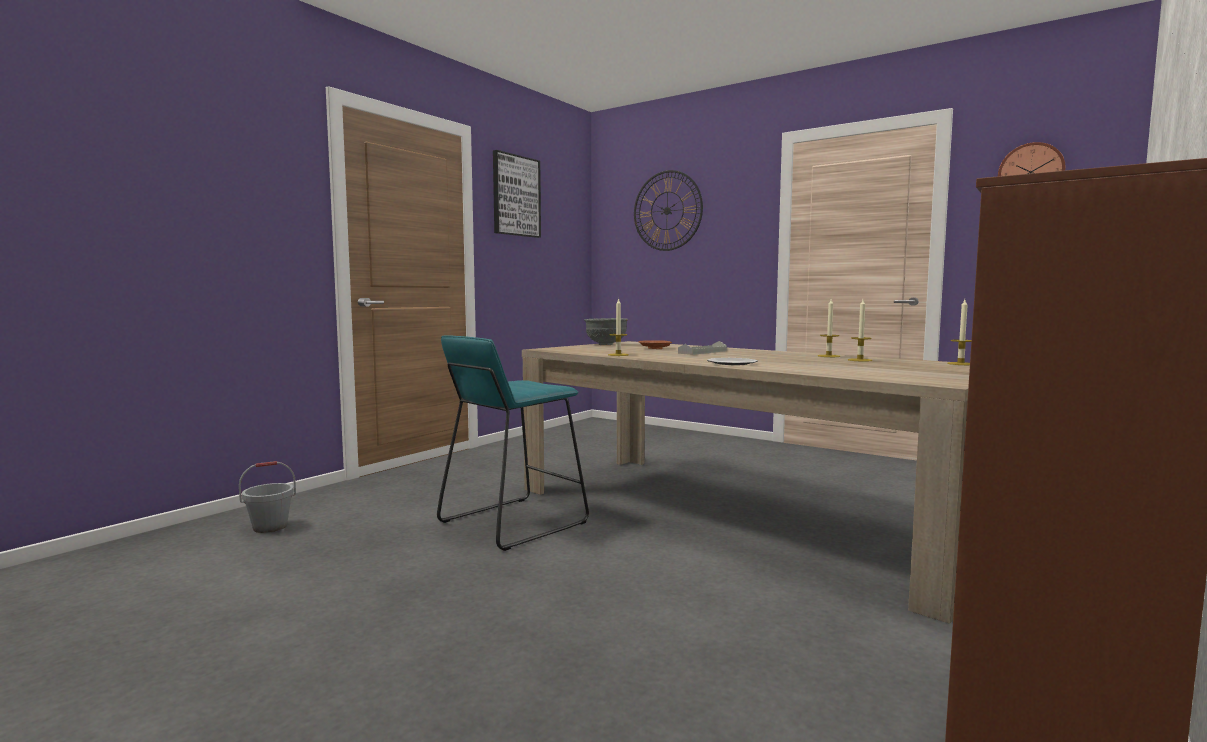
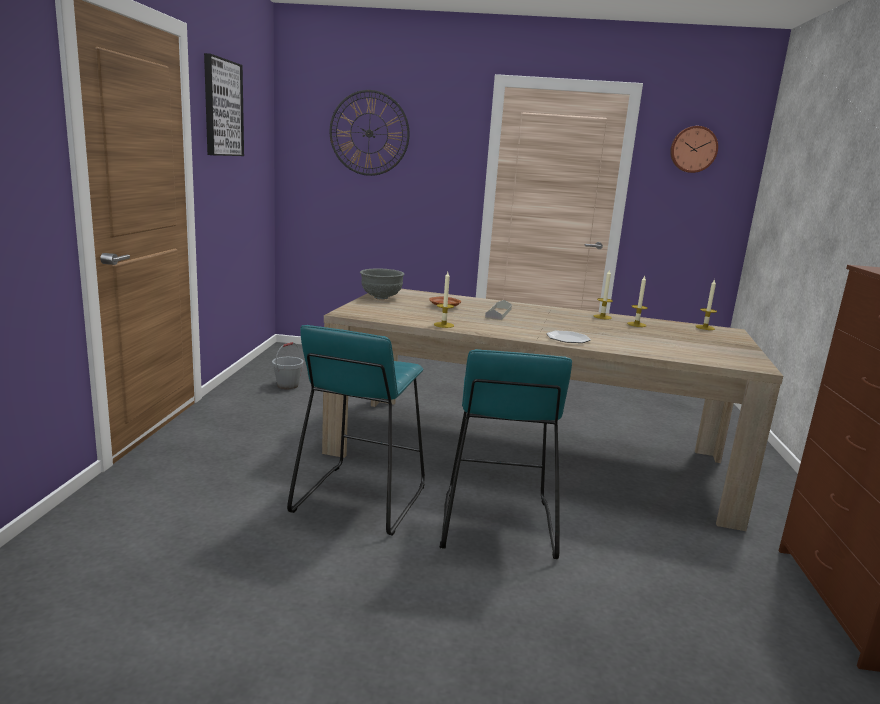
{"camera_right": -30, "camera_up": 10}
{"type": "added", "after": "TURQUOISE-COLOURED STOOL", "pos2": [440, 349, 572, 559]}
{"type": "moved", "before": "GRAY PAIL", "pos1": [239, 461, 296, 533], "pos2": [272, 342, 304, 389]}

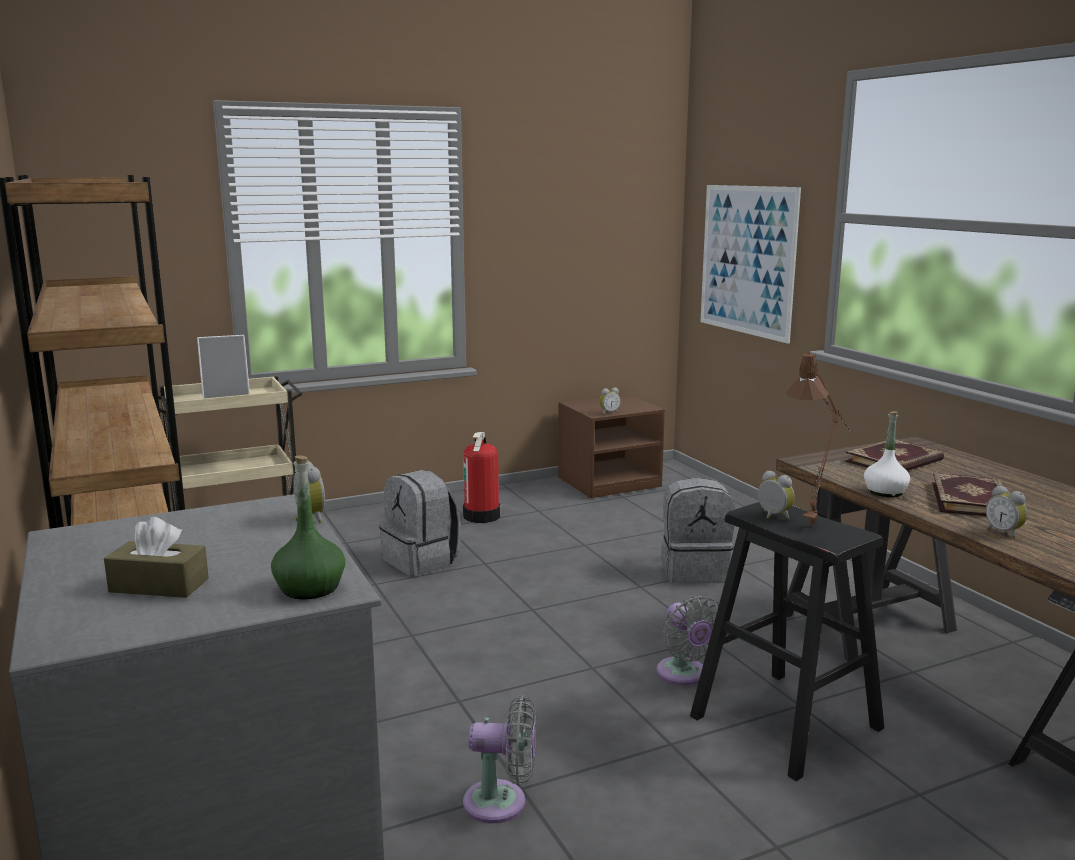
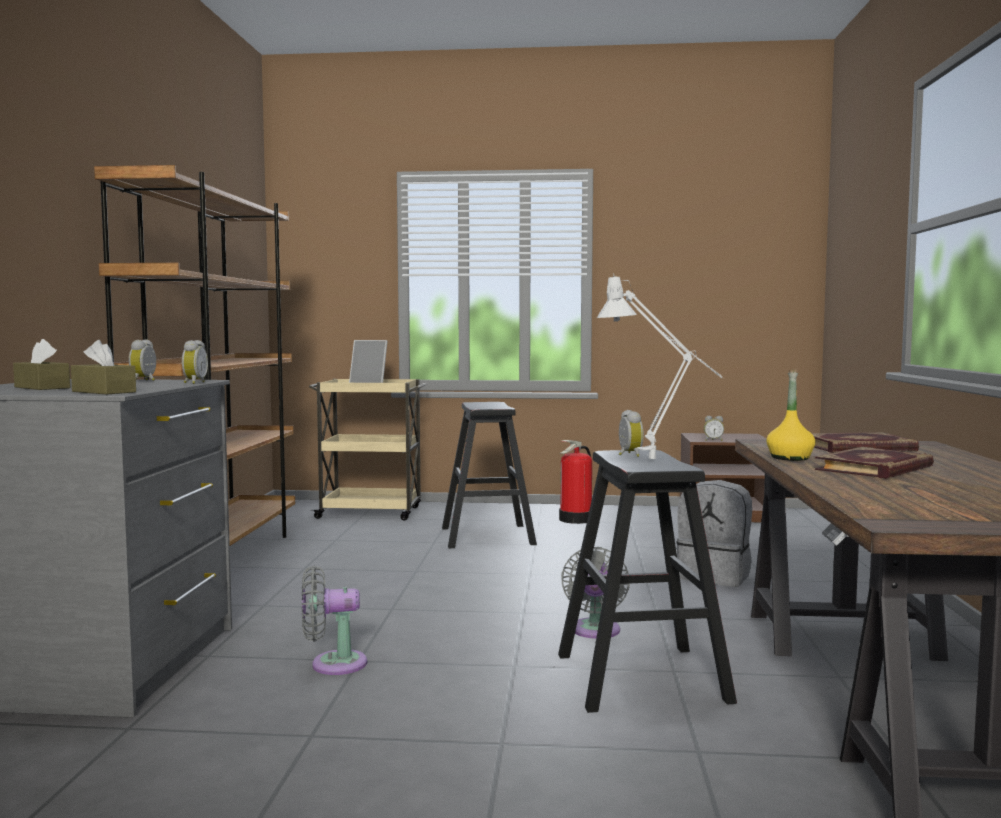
{"camera_right": 30, "camera_up": -10}
{"type": "removed", "before": "WALL ART", "pos1": [700, 185, 801, 344]}
{"type": "moved", "before": "ALARM CLOCK", "pos1": [986, 485, 1027, 539], "pos2": [129, 340, 156, 381]}
{"type": "replaced", "before": "GREEN-COLOURED BOTTLE", "after": "BROWNISH TISSUE HOLDER", "pos1": [271, 455, 346, 599], "pos2": [71, 340, 136, 394]}
{"type": "replaced", "before": "GRAY BACKPACK", "after": "BLACK-COLOURED STOOL", "pos1": [379, 470, 461, 577], "pos2": [442, 402, 537, 548]}
{"type": "recoloured", "before": "BROWNISH TABLETOP LAMP", "after": "GRAY TABLETOP LAMP", "pos1": [786, 353, 851, 524], "pos2": [597, 277, 723, 459]}
{"type": "recoloured", "before": "WHITISH BOTTLE", "after": "YELLOWISH BOTTLE", "pos1": [864, 411, 910, 497], "pos2": [766, 369, 816, 461]}
{"type": "turned", "before": "GRAY FAN", "pos1": [463, 695, 536, 823], "pos2": [302, 566, 367, 675], "turn": 135}

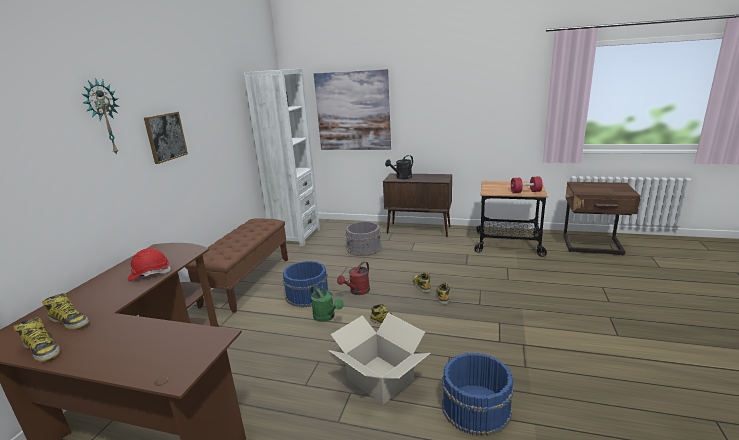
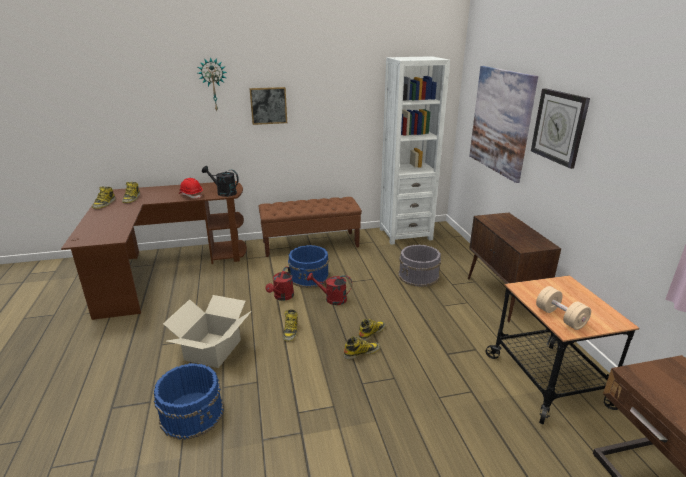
{"camera_right": 60, "camera_up": 5}
{"type": "added", "after": "WALL CLOCK", "pos2": [531, 88, 590, 169]}
{"type": "moved", "before": "BLACK-COLOURED WATERING CAN", "pos1": [385, 155, 413, 179], "pos2": [202, 166, 239, 197]}
{"type": "recoloured", "before": "GREEN-COLOURED WATERING CAN", "after": "REDDISH WATERING CAN", "pos1": [310, 286, 343, 322], "pos2": [266, 266, 294, 301]}
{"type": "recoloured", "before": "REDDISH HAND WEIGHT", "after": "BEIGE-COLOURED HAND WEIGHT", "pos1": [511, 176, 543, 193], "pos2": [536, 286, 591, 330]}

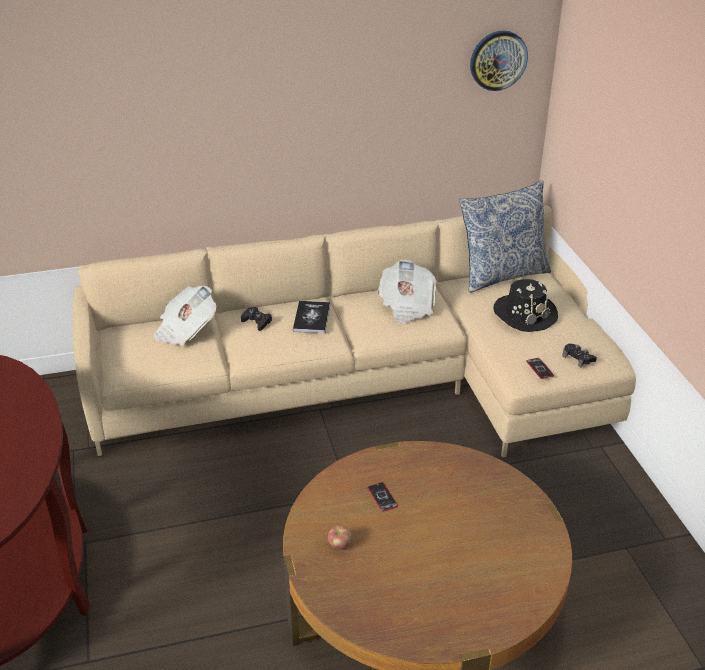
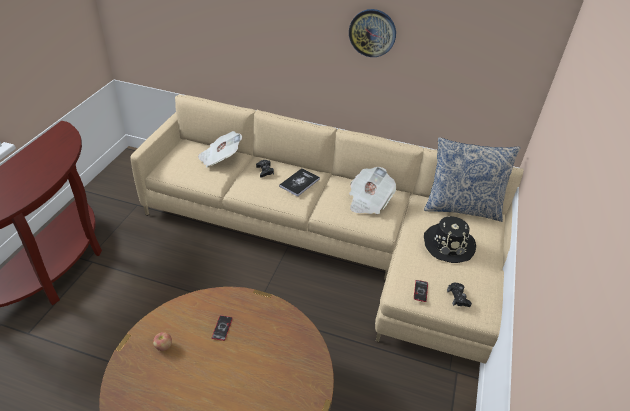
{"camera_right": 30, "camera_up": 5}
{"type": "moved", "before": "WALL CLOCK", "pos1": [470, 31, 528, 91], "pos2": [349, 9, 396, 57]}

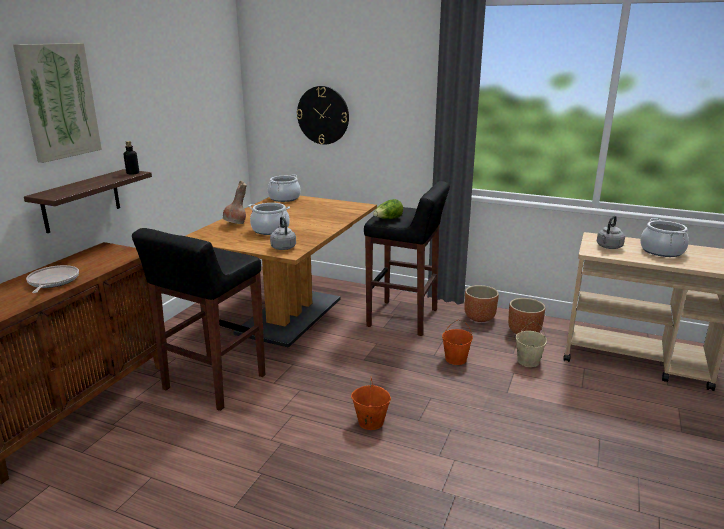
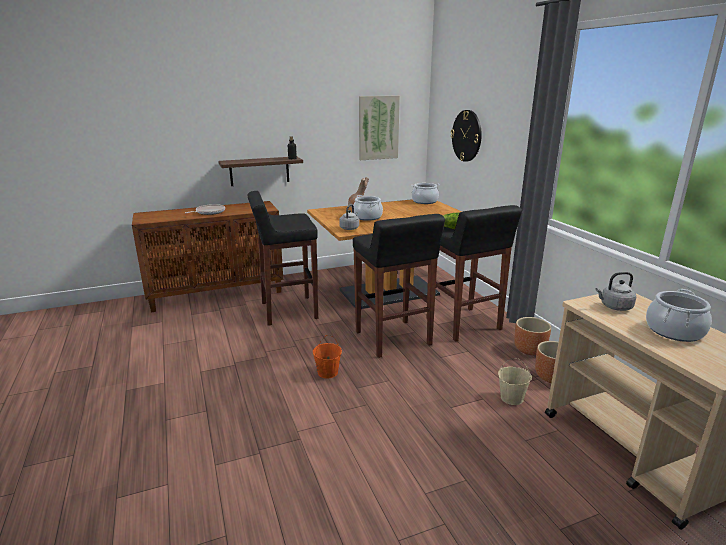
{"camera_right": 45, "camera_up": 0}
{"type": "removed", "before": "ORANGE-COLOURED PAIL", "pos1": [442, 320, 473, 365]}
{"type": "added", "after": "BLACK-COLOURED STOOL", "pos2": [353, 214, 445, 358]}
{"type": "moved", "before": "WALL ART", "pos1": [13, 43, 102, 163], "pos2": [359, 96, 400, 160]}

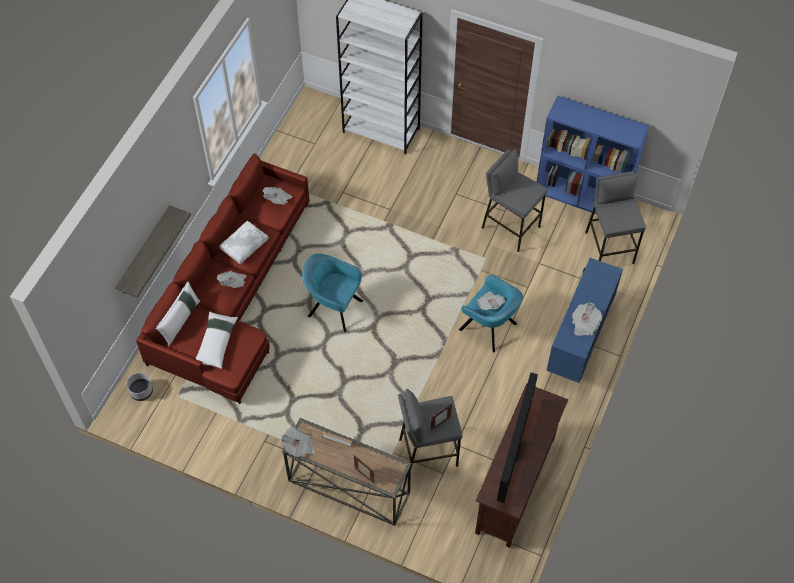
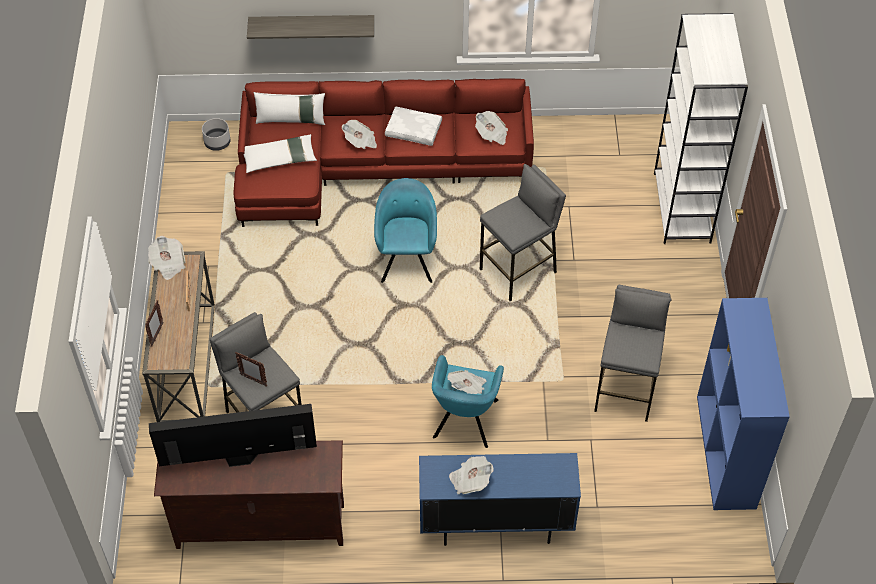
{"camera_right": 65, "camera_up": -5}
{"type": "moved", "before": "GRAY STOOL", "pos1": [585, 171, 646, 264], "pos2": [480, 164, 566, 301]}

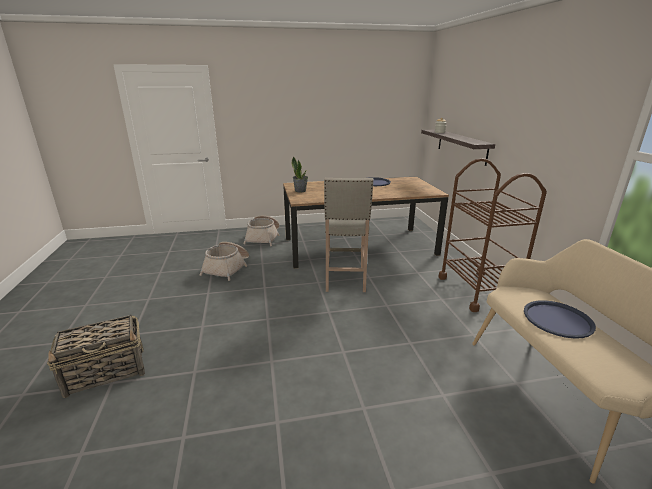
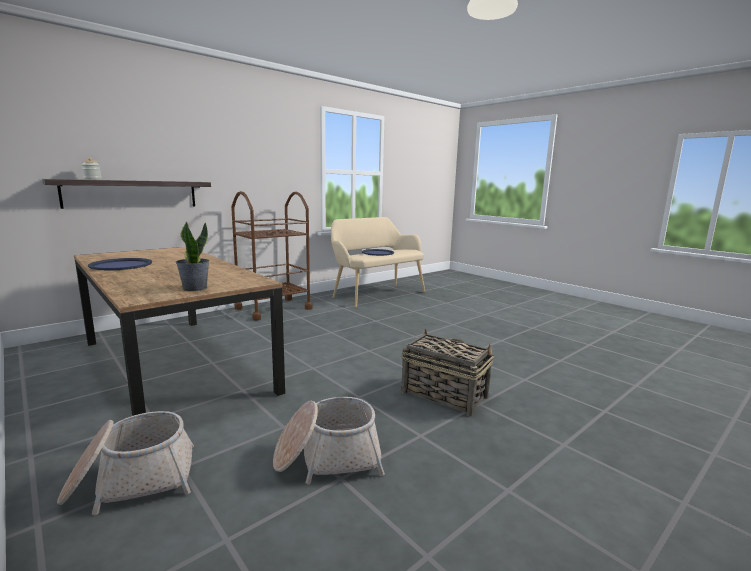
{"camera_right": -120, "camera_up": -10}
{"type": "removed", "before": "BEIGE-COLOURED STOOL", "pos1": [324, 178, 373, 292]}
{"type": "moved", "before": "BASKET", "pos1": [47, 315, 145, 398], "pos2": [401, 329, 494, 416]}

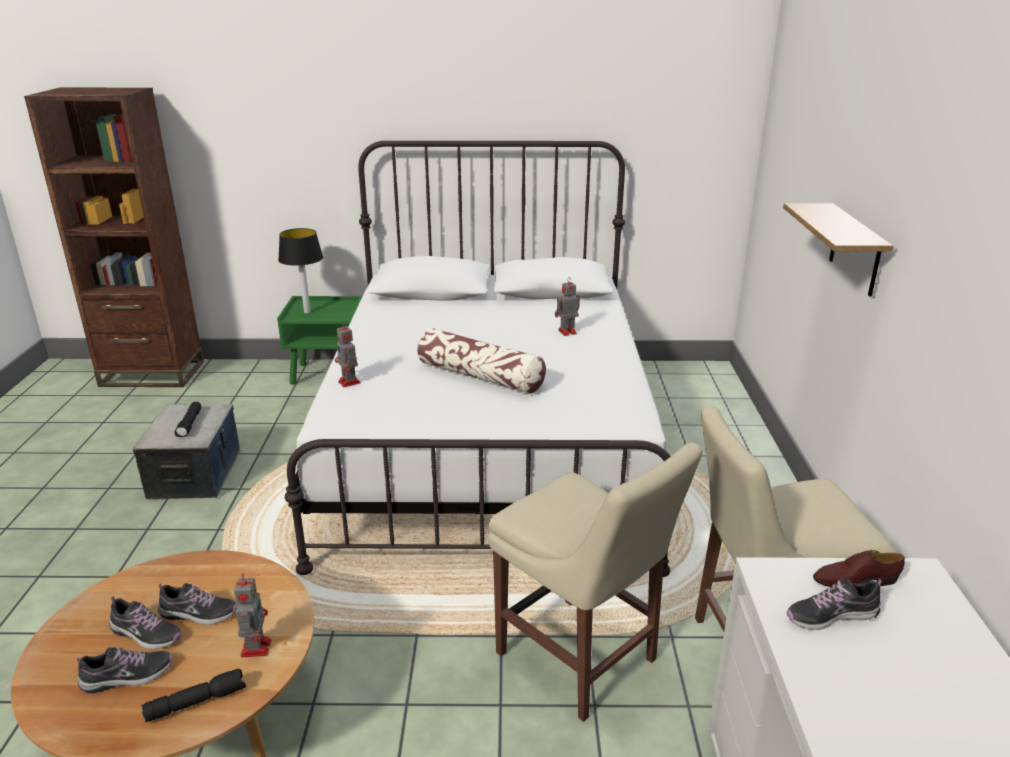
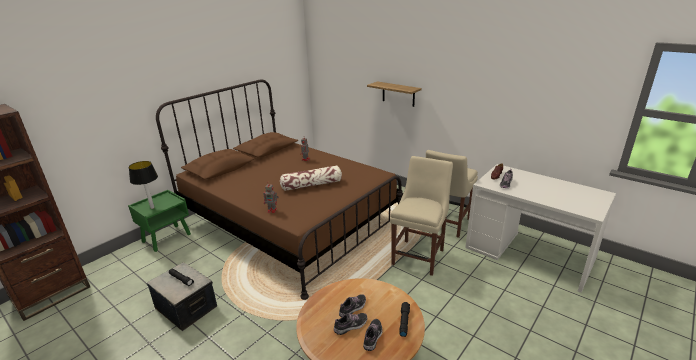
{"camera_right": -50, "camera_up": 0}
{"type": "removed", "before": "ROBOT FIGURE", "pos1": [234, 573, 271, 657]}
{"type": "recoloured", "before": "WHITISH BED", "after": "BROWNISH BED", "pos1": [285, 141, 671, 577], "pos2": [156, 79, 403, 300]}
{"type": "turned", "before": "BEIGE-COLOURED PLAIN CHAIR", "pos1": [488, 442, 702, 722], "pos2": [390, 156, 453, 276], "turn": -60}

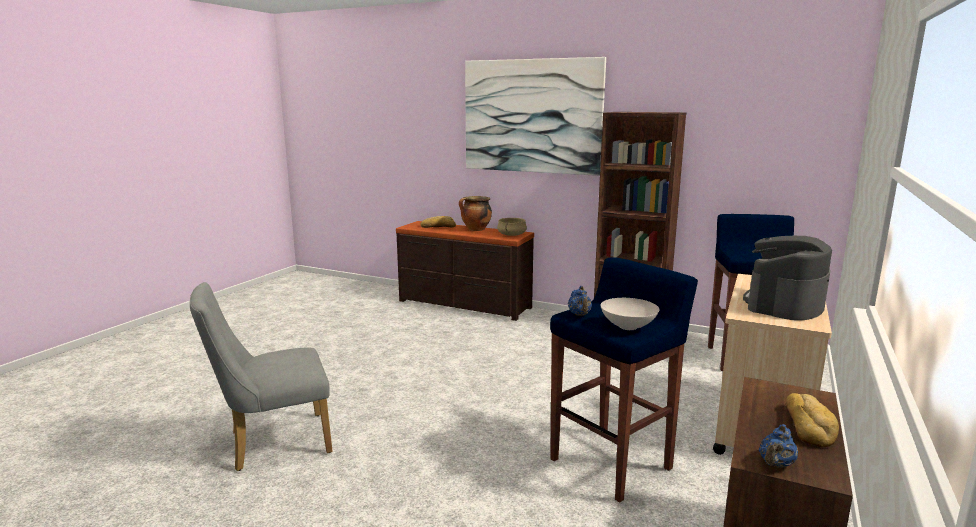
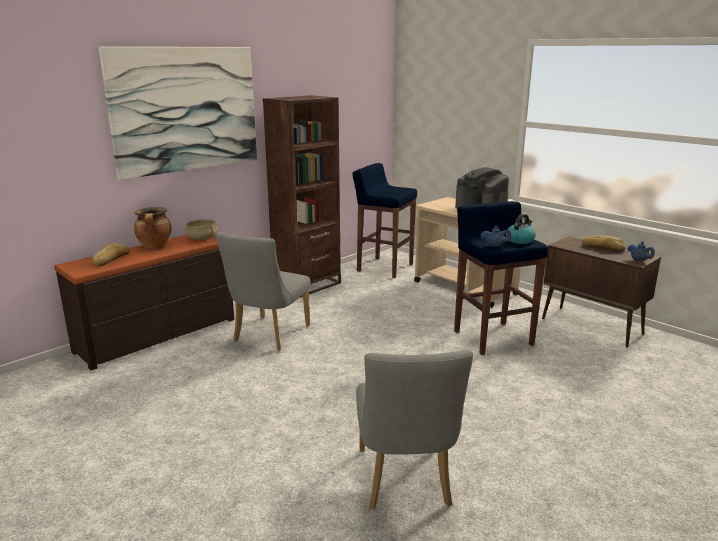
{"camera_right": -70, "camera_up": 5}
{"type": "added", "after": "GRAY PLAIN CHAIR", "pos2": [216, 232, 310, 350]}
{"type": "replaced", "before": "WHITISH SERVING BOWL", "after": "KETTLE", "pos1": [600, 298, 659, 330], "pos2": [506, 214, 536, 244]}

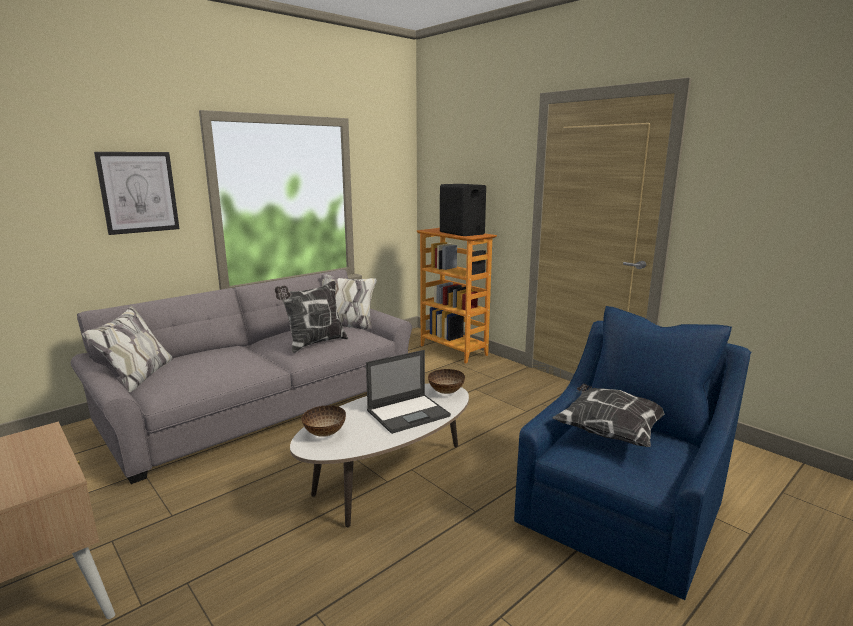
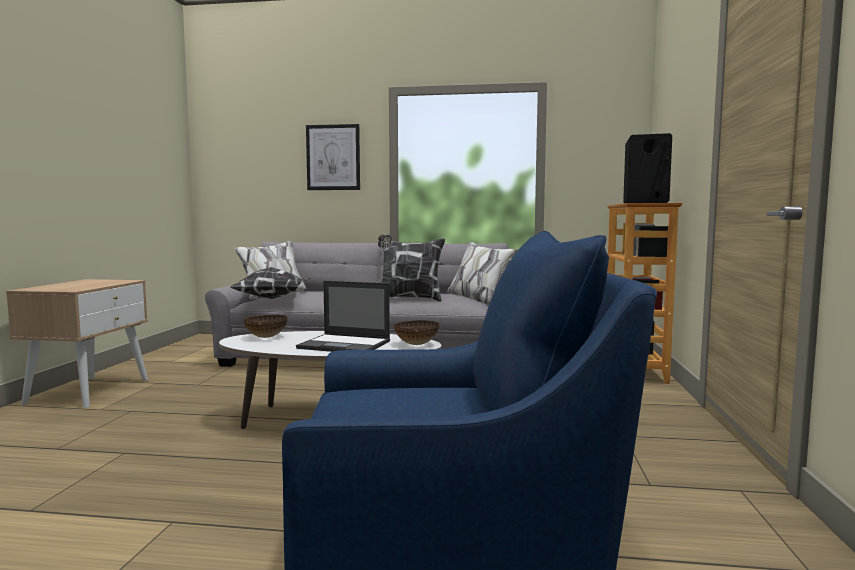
{"camera_right": 50, "camera_up": -10}
{"type": "moved", "before": "THROW PILLOW", "pos1": [552, 383, 664, 447], "pos2": [231, 267, 311, 299]}

